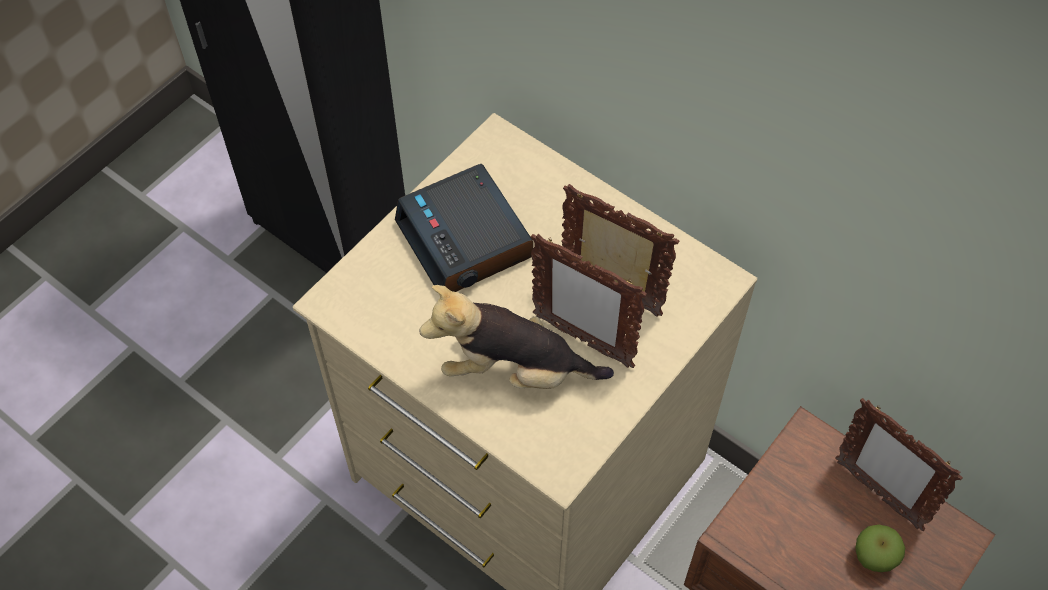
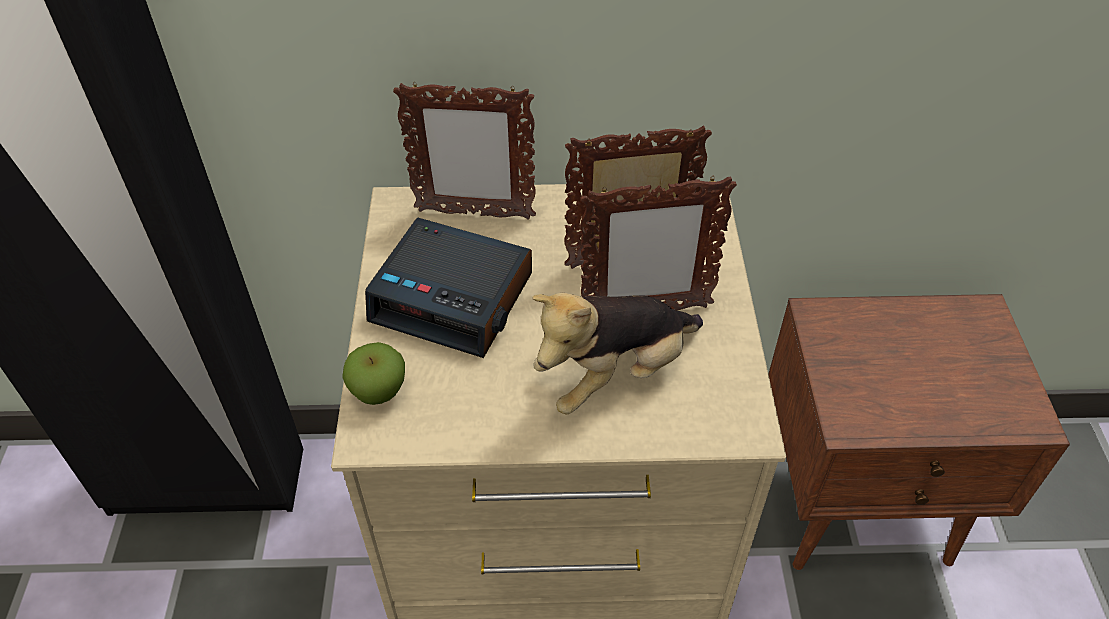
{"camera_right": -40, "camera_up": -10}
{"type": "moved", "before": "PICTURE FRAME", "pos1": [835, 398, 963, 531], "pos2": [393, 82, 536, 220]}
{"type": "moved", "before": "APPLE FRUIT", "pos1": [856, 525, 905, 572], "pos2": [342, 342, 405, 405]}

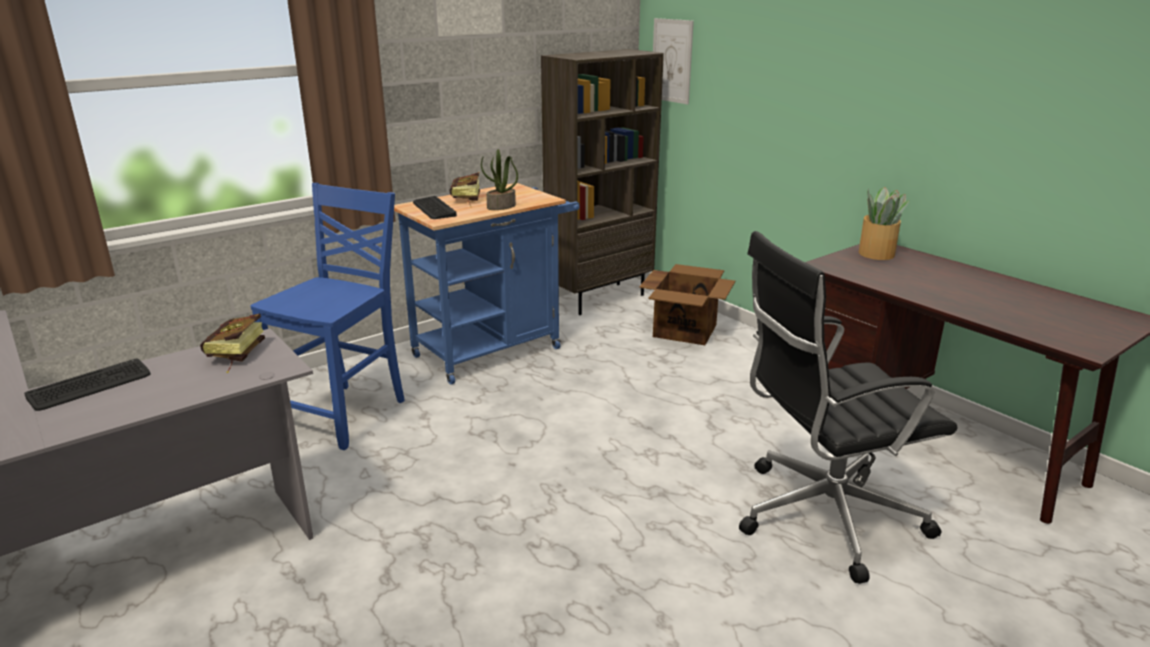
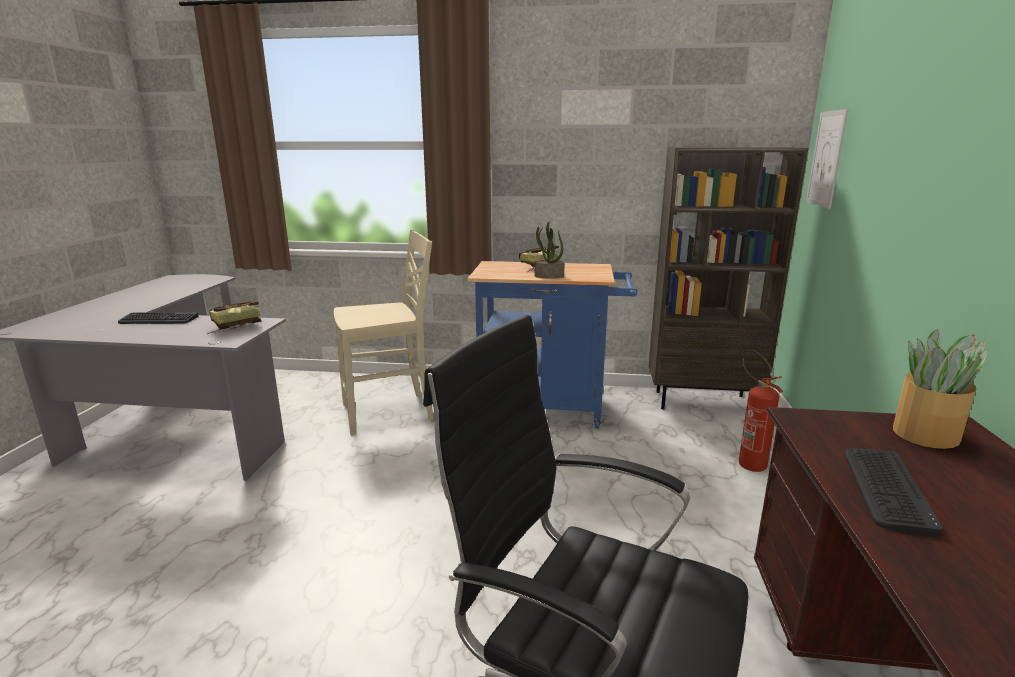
{"camera_right": 45, "camera_up": -5}
{"type": "moved", "before": "COMPUTER KEYBOARD", "pos1": [413, 196, 457, 219], "pos2": [844, 448, 943, 537]}
{"type": "replaced", "before": "CARTON", "after": "FIRE EXTINGUISHER", "pos1": [639, 264, 735, 345], "pos2": [739, 350, 783, 472]}
{"type": "recoloured", "before": "BLUISH PLAIN CHAIR", "after": "BEIGE-COLOURED PLAIN CHAIR", "pos1": [251, 183, 405, 450], "pos2": [334, 230, 434, 435]}

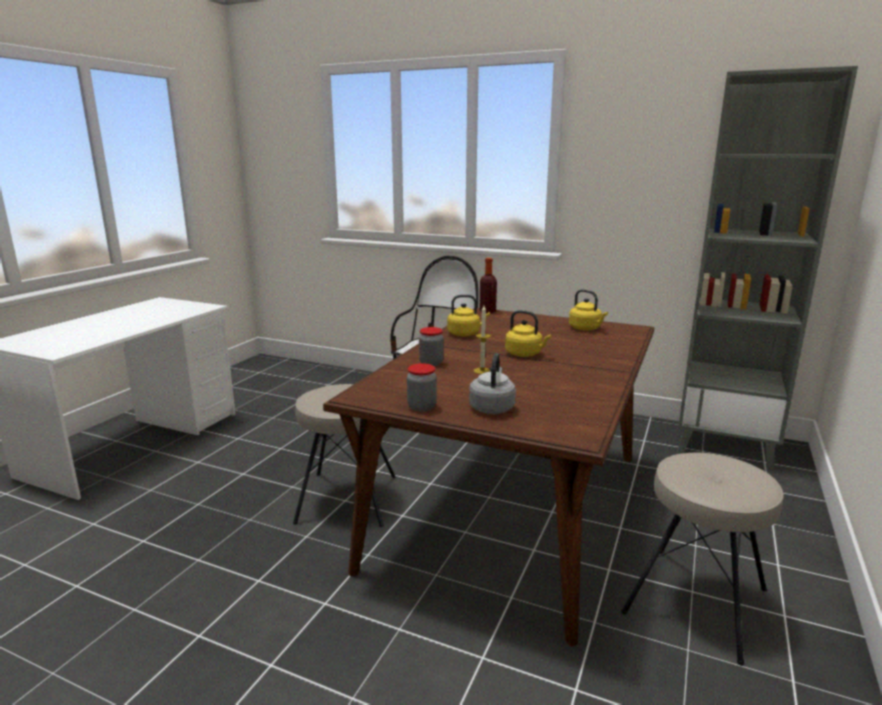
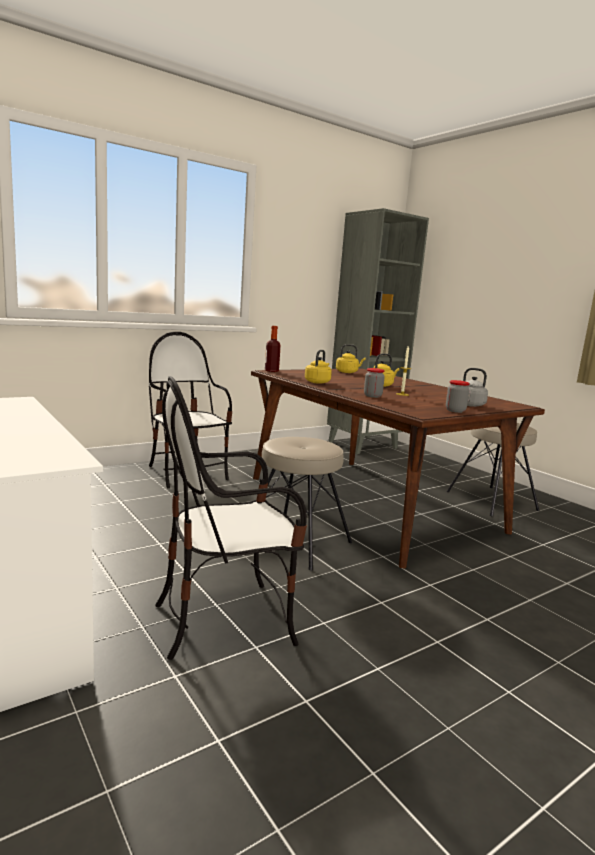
{"camera_right": -60, "camera_up": -5}
{"type": "added", "after": "PLAIN CHAIR", "pos2": [155, 376, 307, 660]}

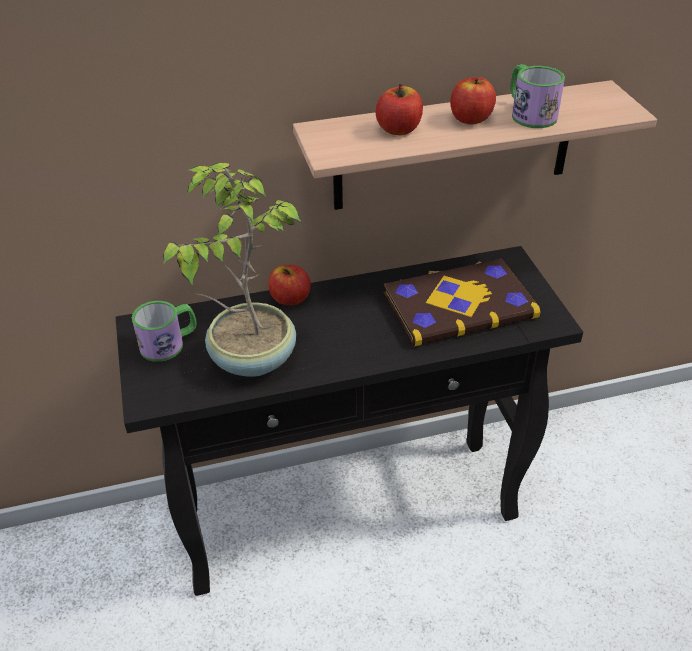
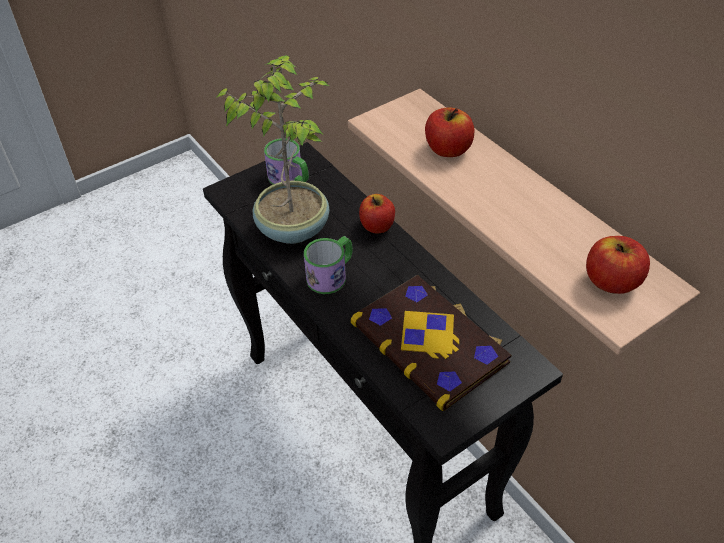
{"camera_right": 70, "camera_up": 5}
{"type": "moved", "before": "APPLE FRUIT", "pos1": [451, 77, 496, 124], "pos2": [586, 236, 650, 294]}
{"type": "moved", "before": "COFFEE MUG", "pos1": [510, 64, 565, 128], "pos2": [304, 236, 353, 294]}

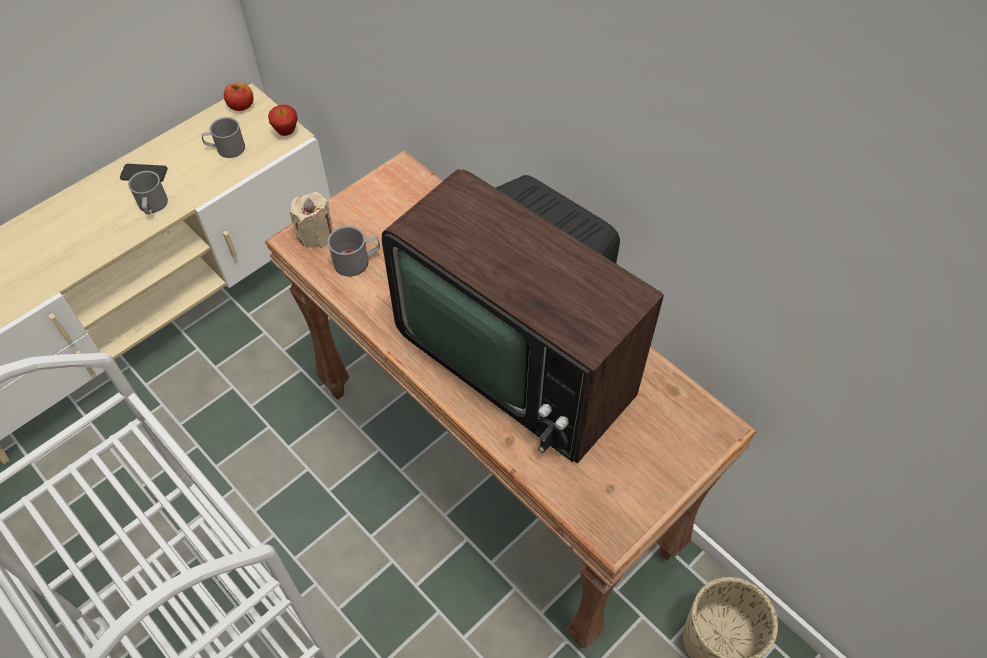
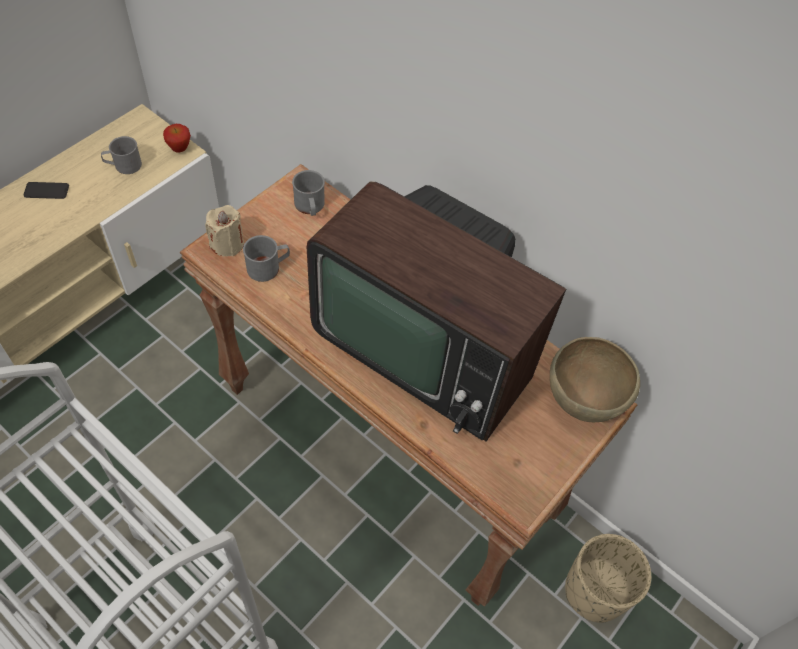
{"camera_right": -10, "camera_up": 0}
{"type": "removed", "before": "APPLE FRUIT", "pos1": [224, 82, 253, 111]}
{"type": "added", "after": "BROWNISH SERVING BOWL", "pos2": [550, 337, 640, 422]}
{"type": "moved", "before": "GRAY COFFEE MUG", "pos1": [128, 171, 168, 214], "pos2": [292, 170, 325, 216]}

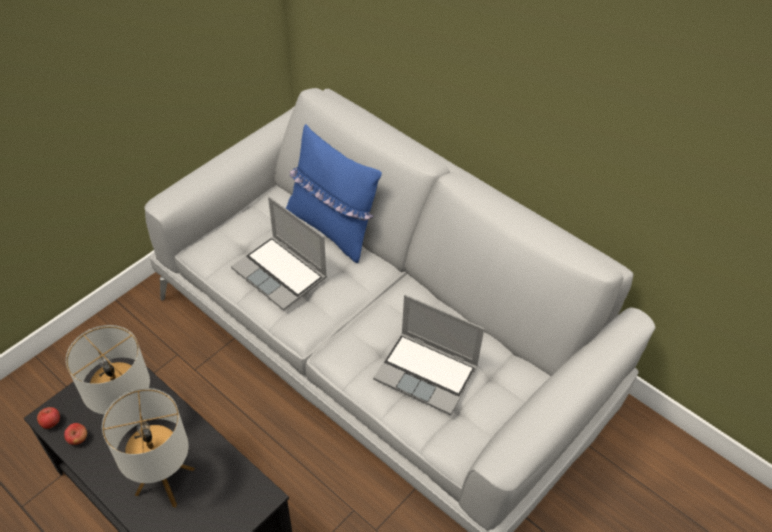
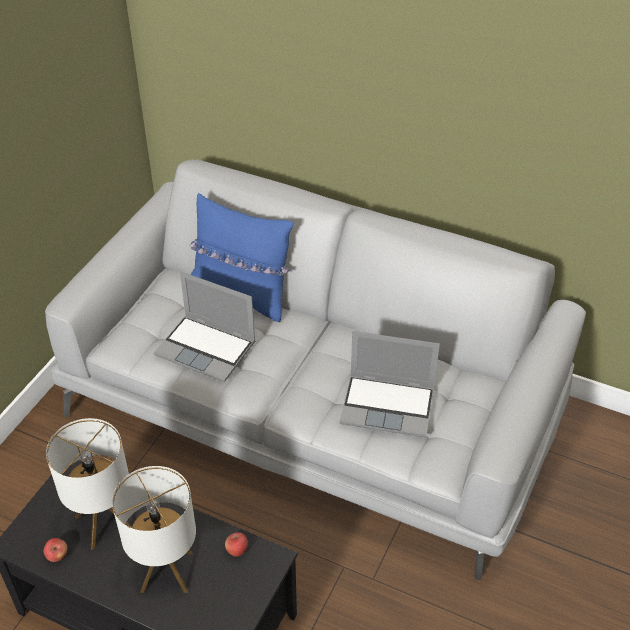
{"camera_right": -15, "camera_up": -5}
{"type": "moved", "before": "APPLE FRUIT", "pos1": [37, 407, 60, 429], "pos2": [225, 532, 248, 557]}

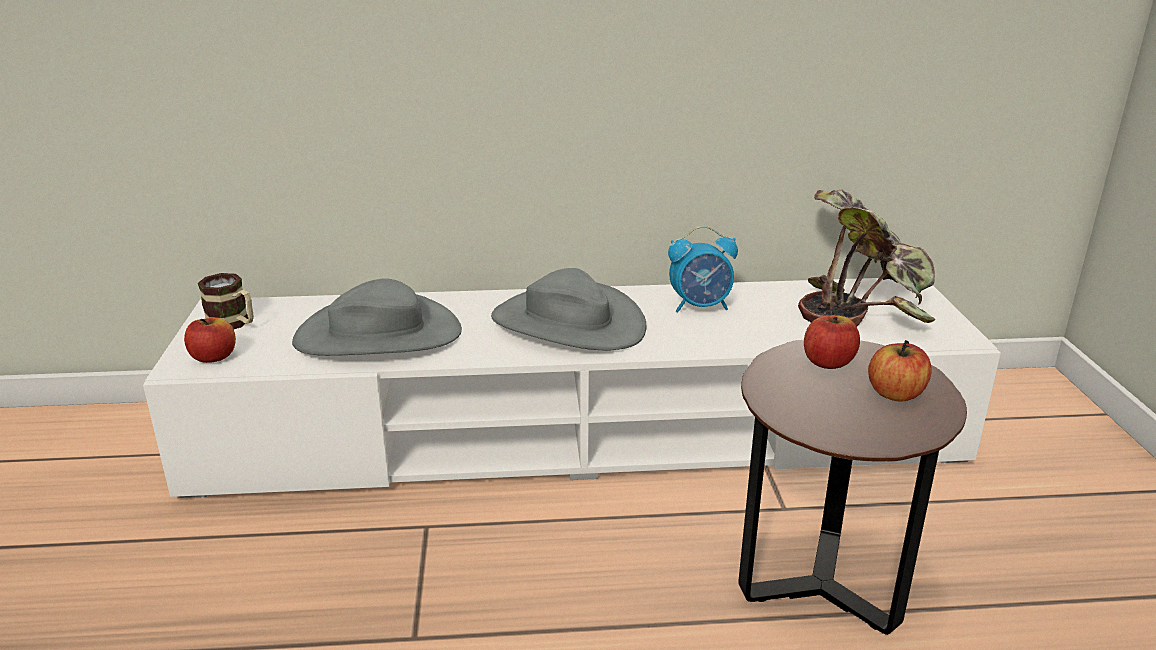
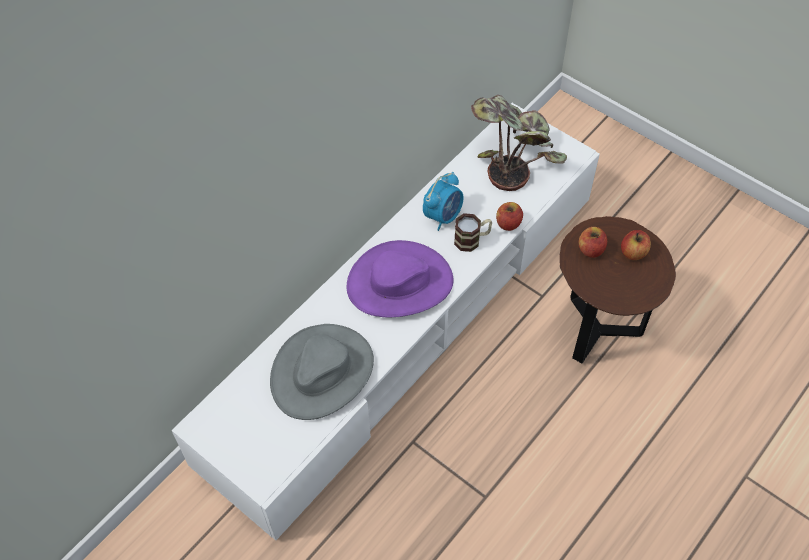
{"camera_right": -45, "camera_up": 30}
{"type": "moved", "before": "APPLE FRUIT", "pos1": [184, 318, 236, 363], "pos2": [496, 202, 523, 231]}
{"type": "moved", "before": "COFFEE MUG", "pos1": [198, 273, 254, 329], "pos2": [454, 213, 492, 252]}
{"type": "recoloured", "before": "GRAY CLOTHING HAT", "after": "PURPLE-COLOURED CLOTHING HAT", "pos1": [491, 268, 646, 351], "pos2": [346, 240, 454, 317]}

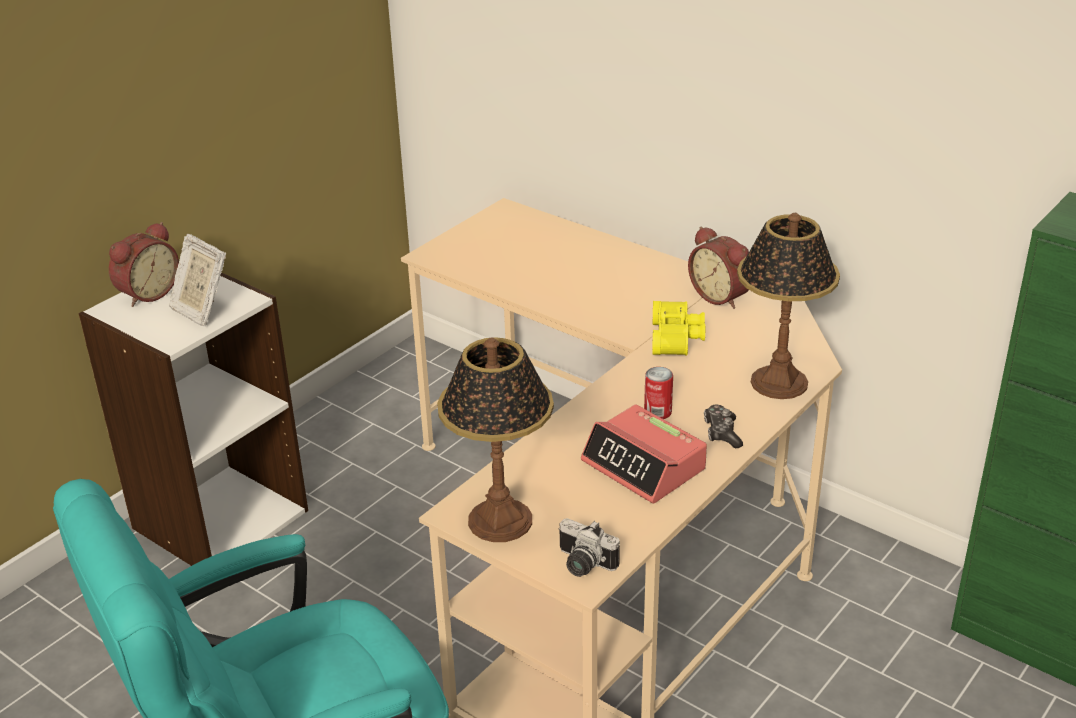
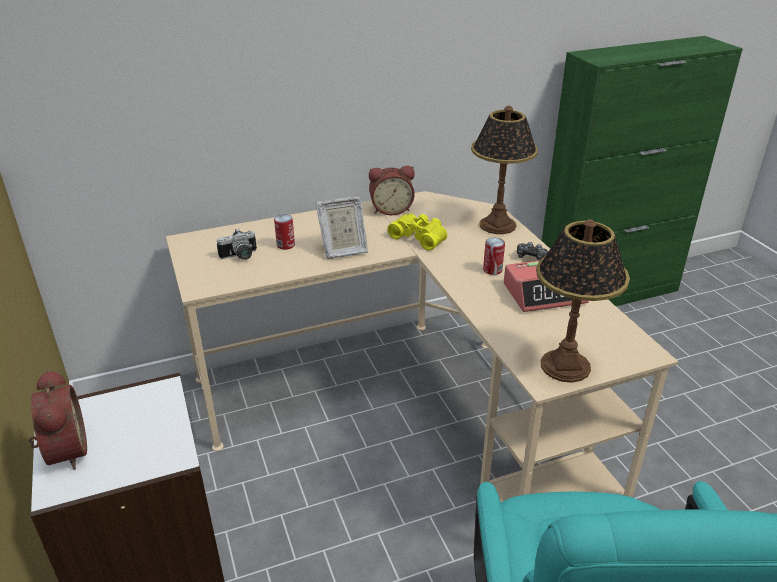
{"camera_right": -60, "camera_up": 0}
{"type": "added", "after": "METAL CAN", "pos2": [274, 214, 295, 250]}
{"type": "moved", "before": "PICTURE FRAME", "pos1": [169, 234, 226, 327], "pos2": [316, 197, 368, 259]}
{"type": "moved", "before": "PHOTO CAMERA", "pos1": [559, 518, 620, 577], "pos2": [217, 229, 257, 260]}

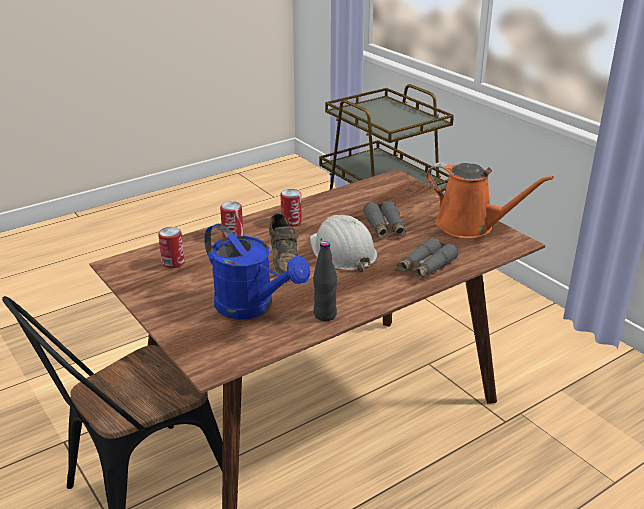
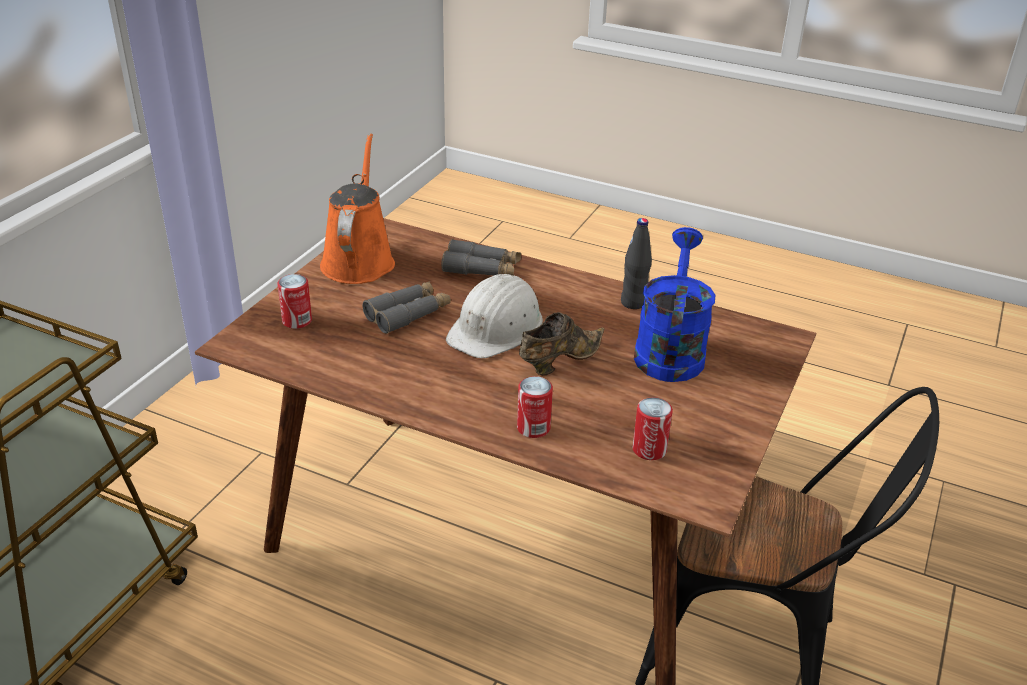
{"camera_right": -120, "camera_up": 5}
{"type": "moved", "before": "METAL CAN", "pos1": [280, 189, 302, 227], "pos2": [277, 274, 312, 329]}

